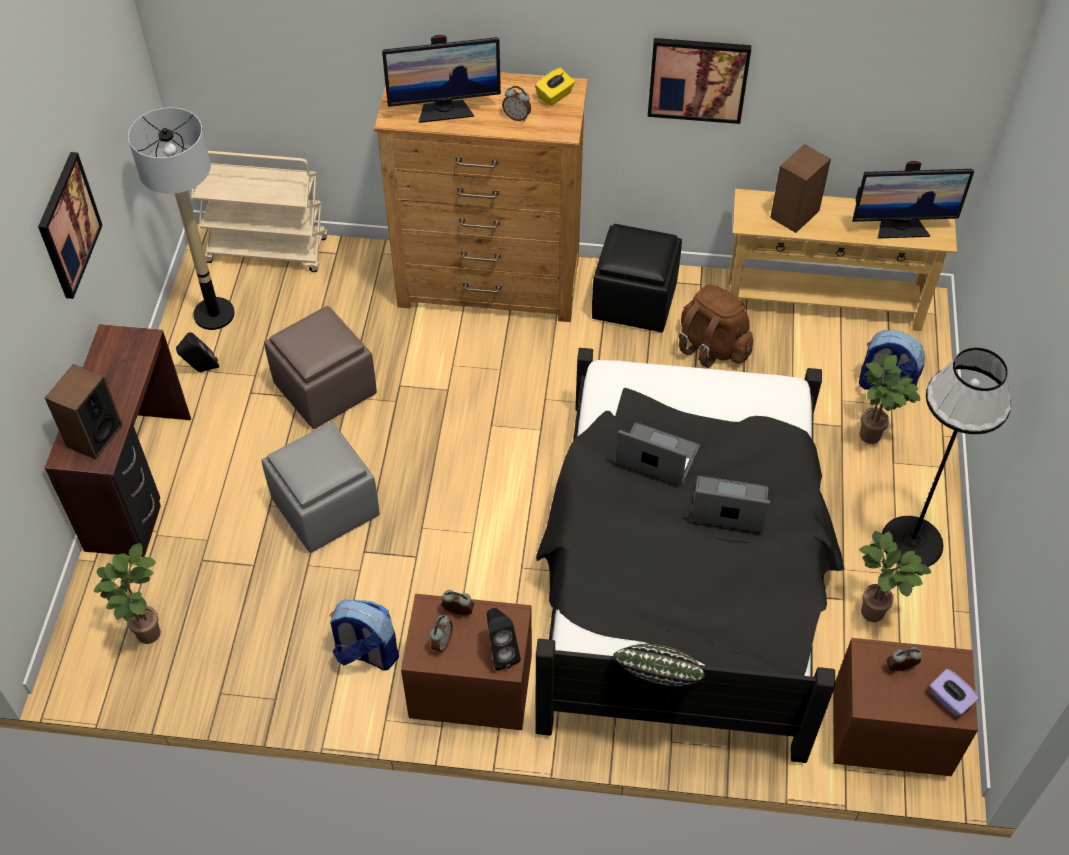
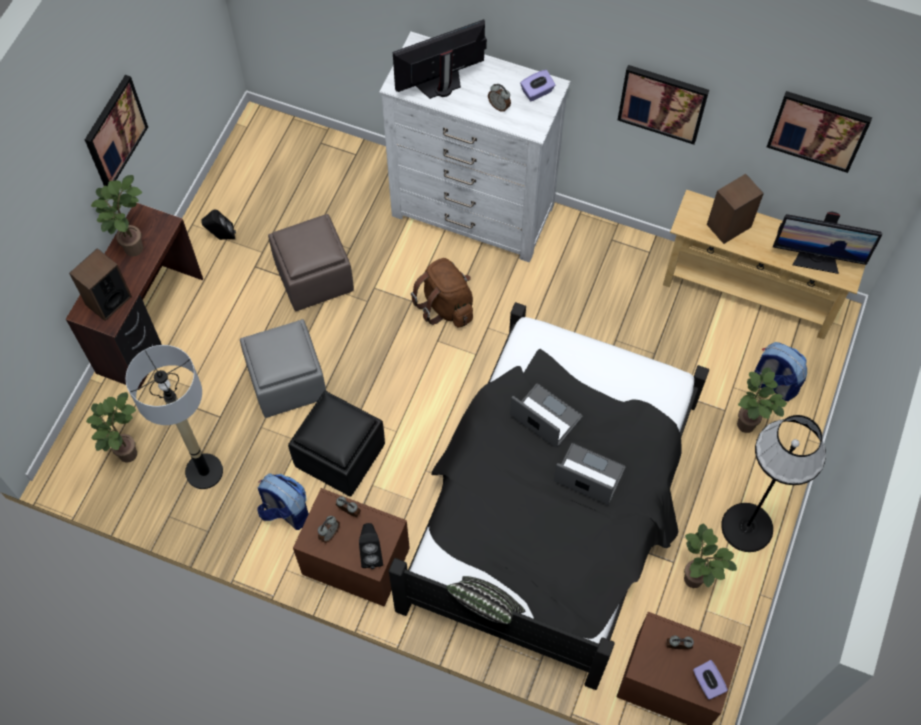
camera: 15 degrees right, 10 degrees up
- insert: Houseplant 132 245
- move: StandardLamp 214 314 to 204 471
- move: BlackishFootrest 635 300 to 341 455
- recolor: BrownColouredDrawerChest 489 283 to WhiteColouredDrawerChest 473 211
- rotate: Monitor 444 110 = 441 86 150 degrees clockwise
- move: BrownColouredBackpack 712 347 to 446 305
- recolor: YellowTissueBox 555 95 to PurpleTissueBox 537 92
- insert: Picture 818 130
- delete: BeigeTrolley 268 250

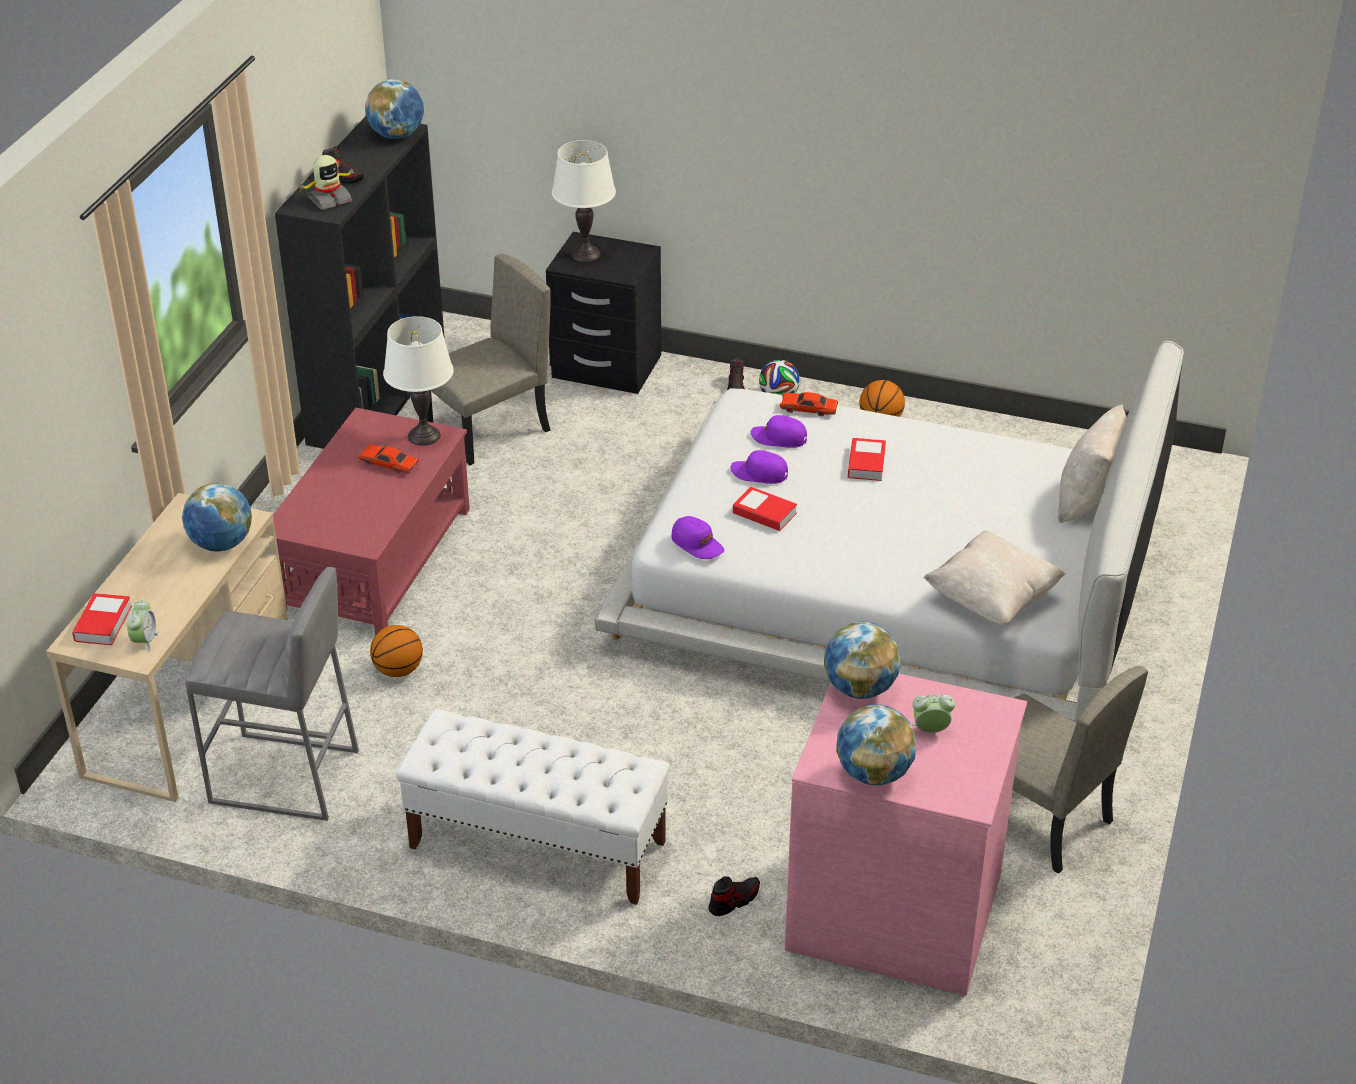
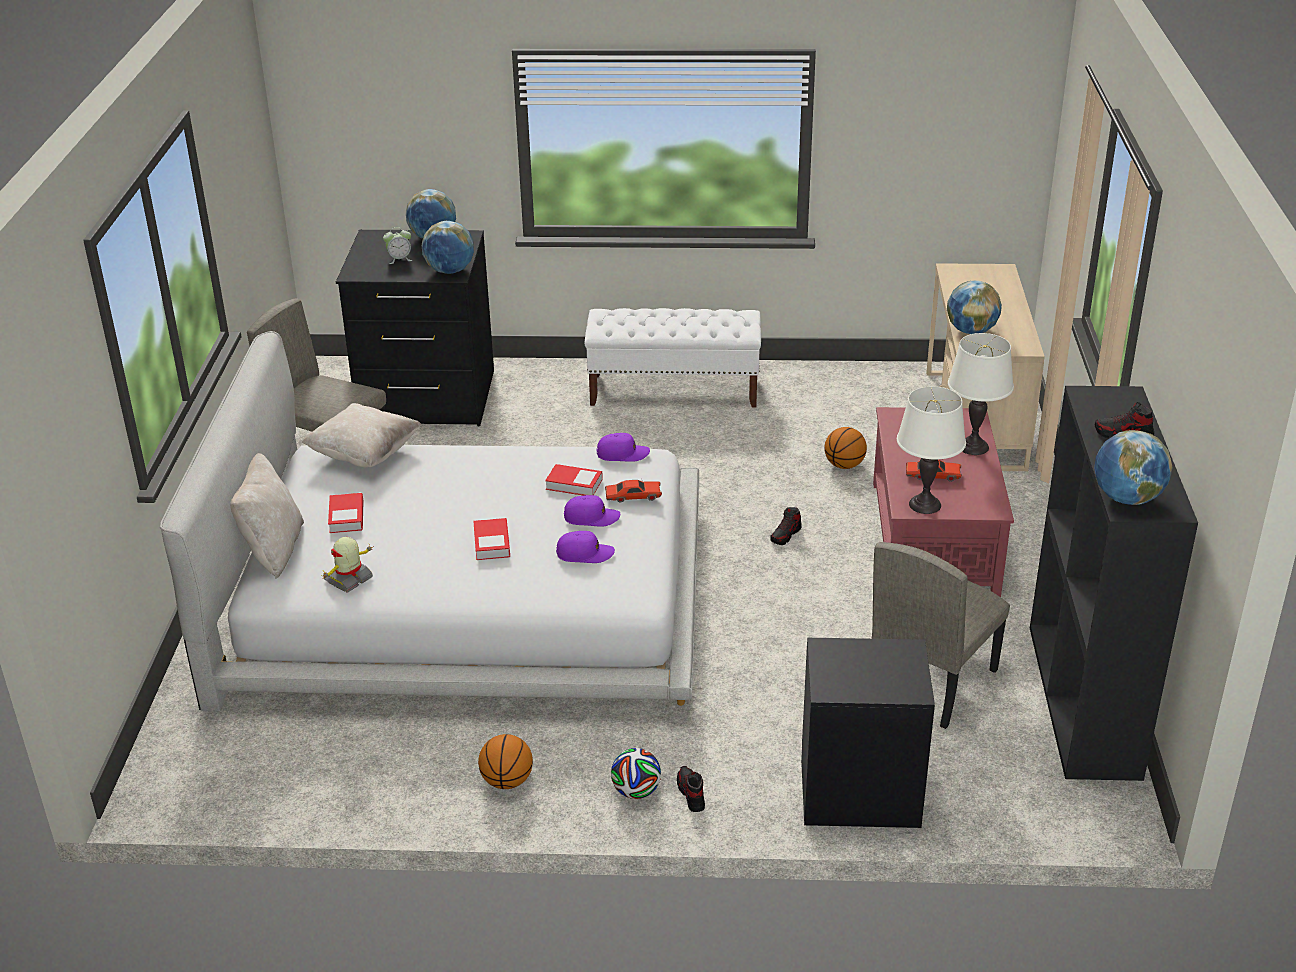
camera: 165 degrees right, 5 degrees down
- move: RobotFigure 329 199 to 349 579
- move: Volume 103 624 to 346 517
- recolor: PinkColouredDrawerChest 895 908 to BlackishDrawerChest 426 398
- rotate: PurplePeakedCap 697 544 = 622 454 150 degrees clockwise
- move: RedColouredMiniatureCar 808 409 to 633 496
- move: Shoe 734 900 to 785 535
- move: WhiteColouredTableLamp 585 254 to 973 447
- delete: TableClock 144 641
- delete: GreyishSittingStool 285 777

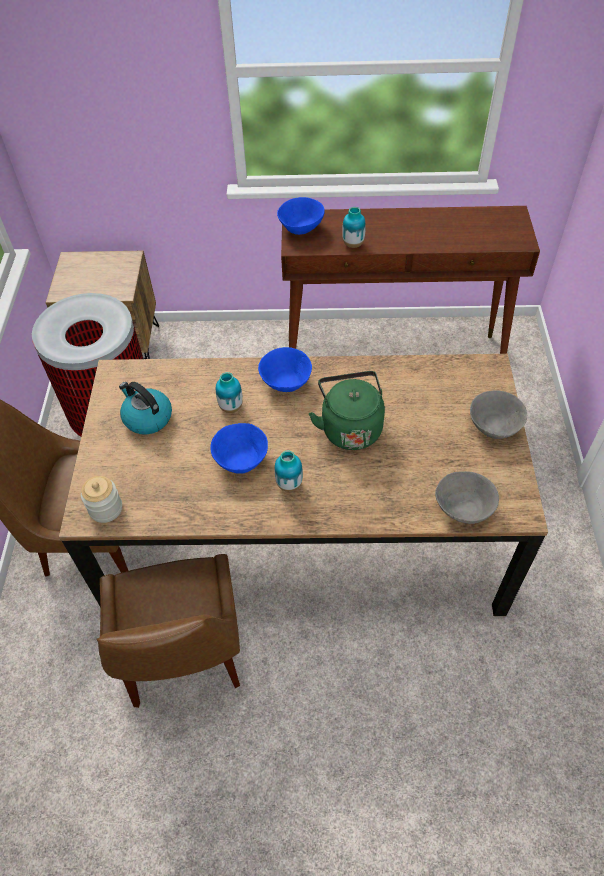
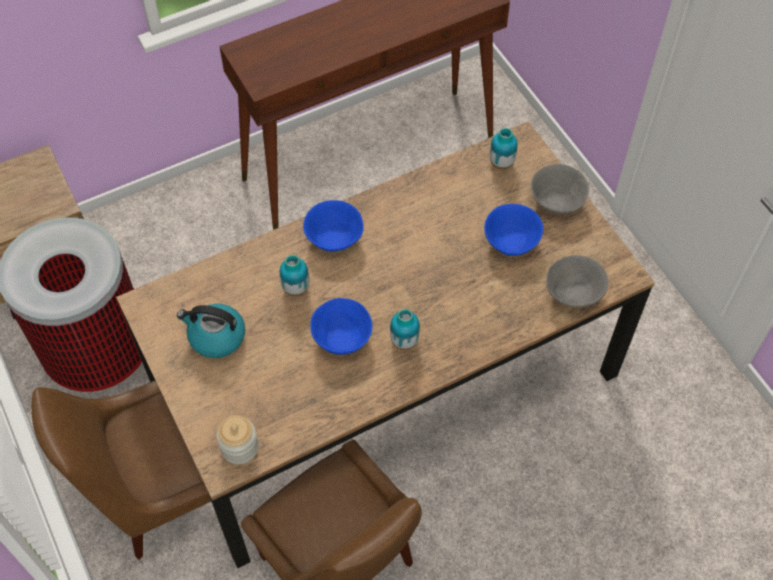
camera: 30 degrees left, 5 degrees up
- move: BlueColouredServingBowl 301 227 to 510 241
- move: Vase 353 244 to 501 163
- delete: GreenishWaterKettle 350 427

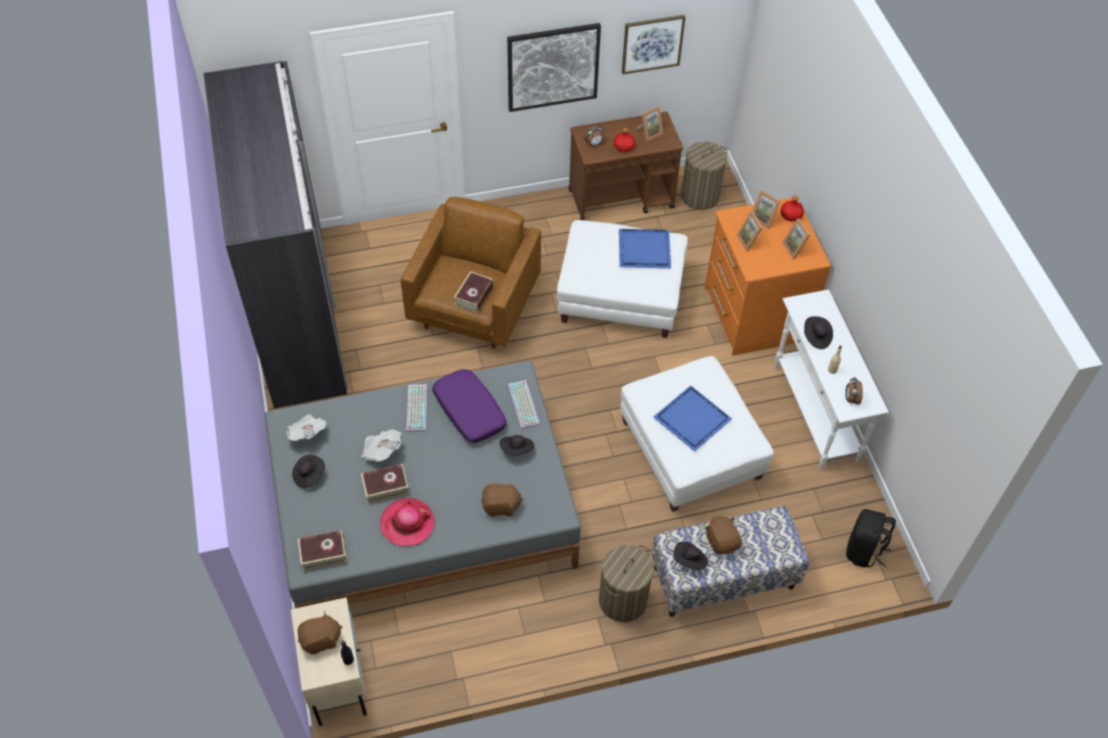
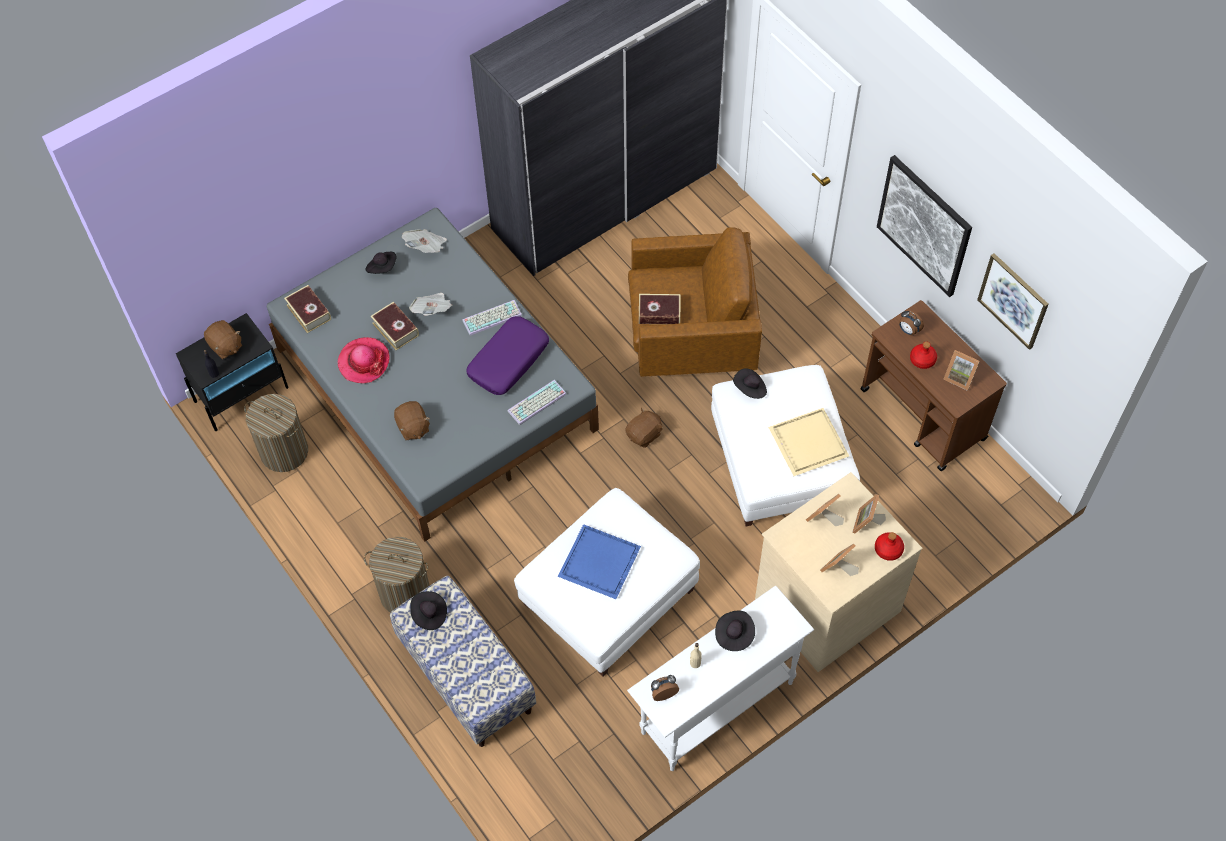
camera: 70 degrees right, 5 degrees up
- recolor: BeigeNightstand 336 677 to BlackishNightstand 242 394
- move: Hamper 700 196 to 284 451
- move: BrownColouredSoftToy 722 541 to 644 435
- move: BlackishHat 517 449 to 750 389
- recolor: OrangeDrawerChest 753 314 to BeigeDrawerChest 826 603
- recolor: BlueColouredServingTray 643 250 to BeigeServingTray 806 442
- delete: BlackishBackpack 864 551

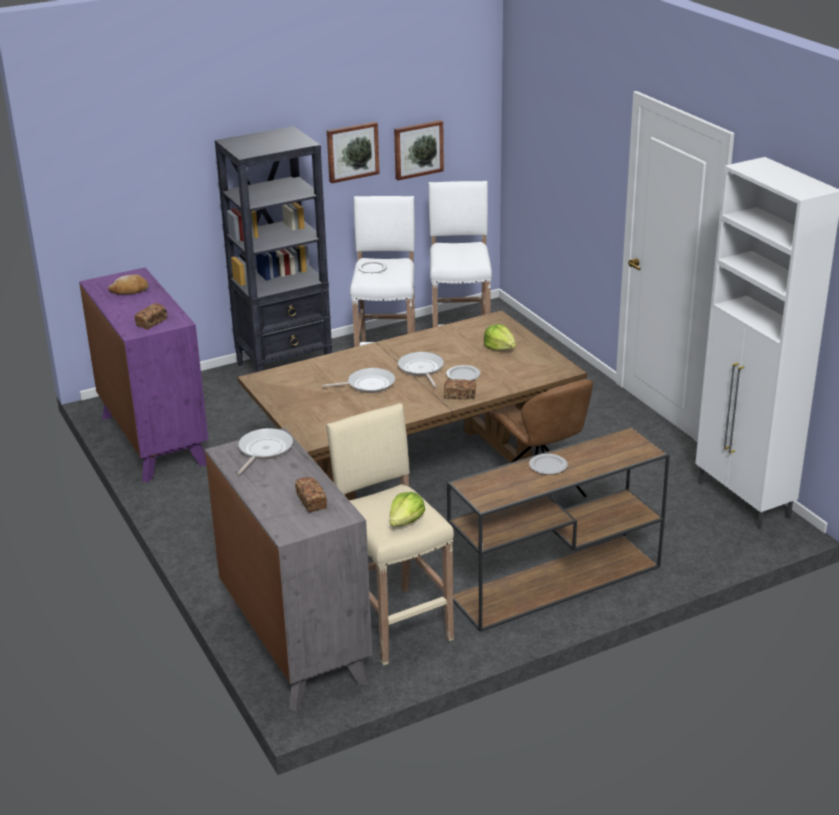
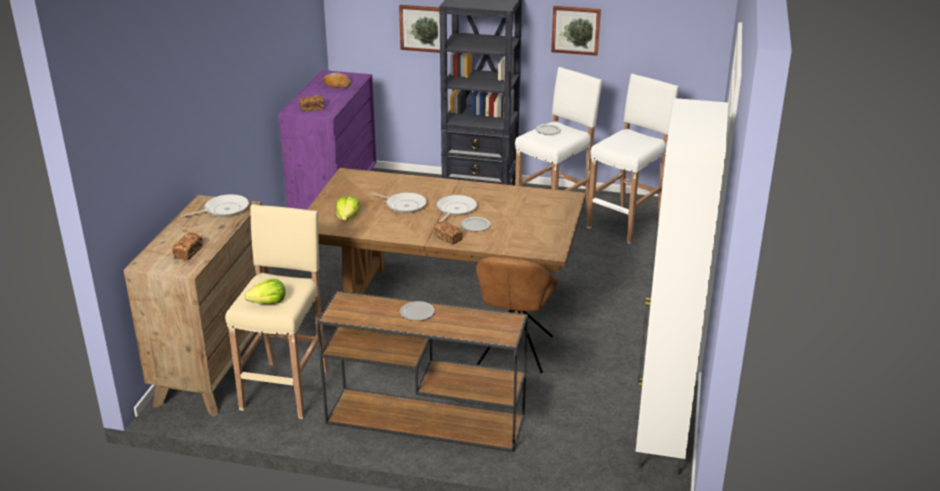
camera: 40 degrees right, 0 degrees up
- recolor: GreyishDrawerChest 294 643 to BrownColouredDrawerChest 215 367
- move: HeadOfLettuce 500 348 to 348 218
- move: Picture 418 149 to 422 28

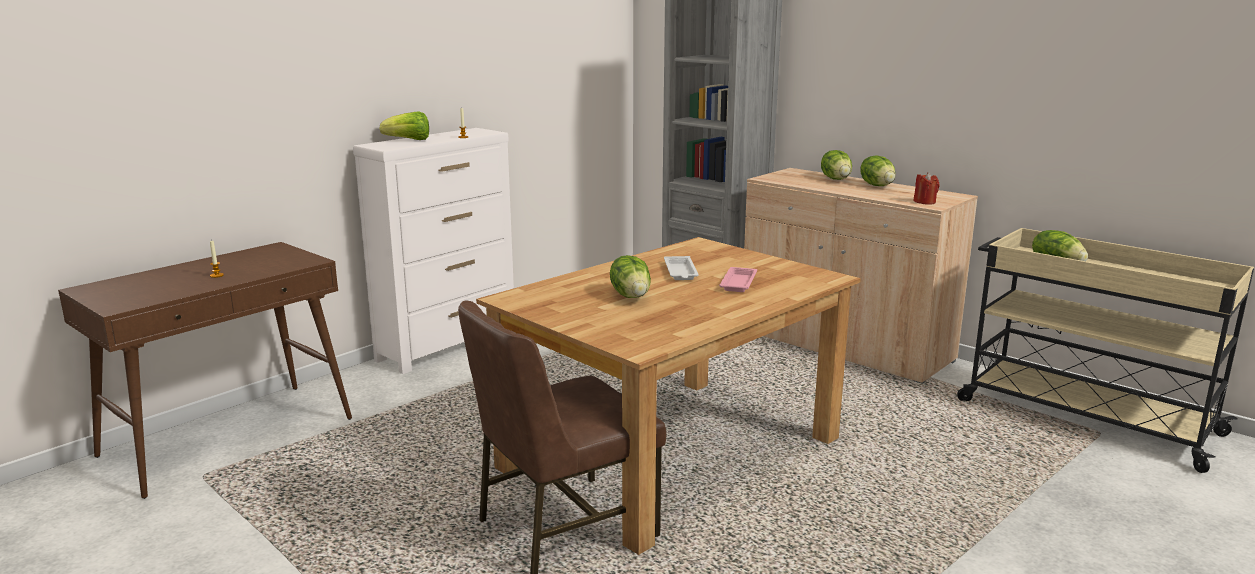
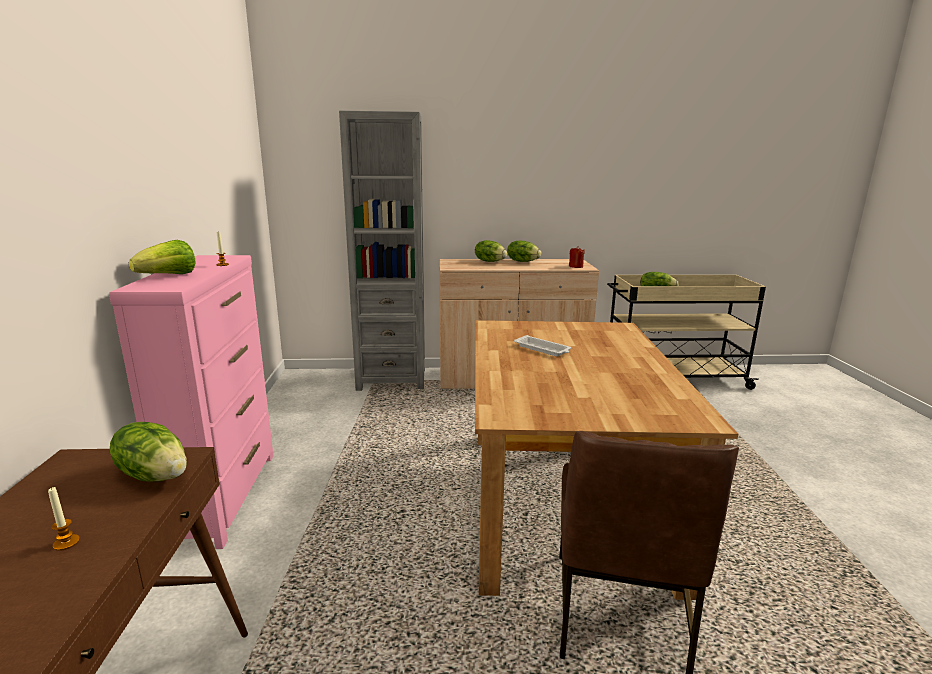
camera: 45 degrees left, 0 degrees up
- recolor: WhiteColouredDrawerChest 448 346 to PinkColouredDrawerChest 226 495
- move: HeadOfLettuce 632 295 to 155 474
- delete: PinkColouredServingTray 738 283

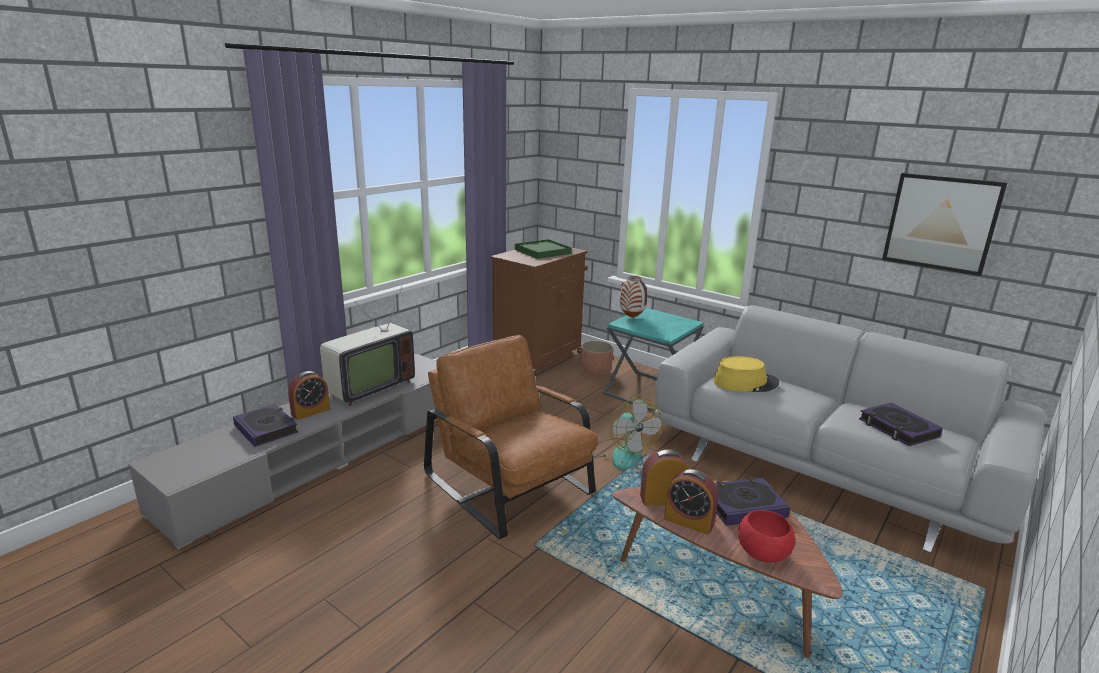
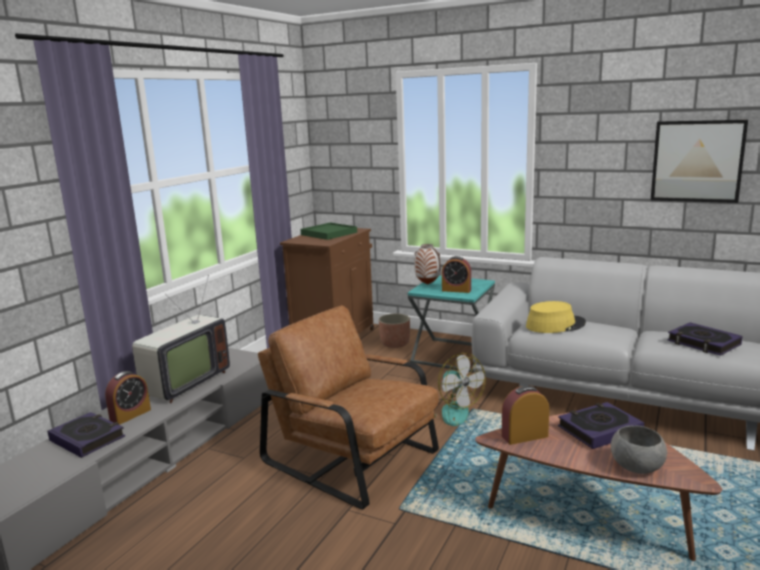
camera: 10 degrees left, 5 degrees down
- move: TableClock 689 521 to 456 290
- recolor: RedColouredServingBowl 763 553 to GreyishServingBowl 636 466

